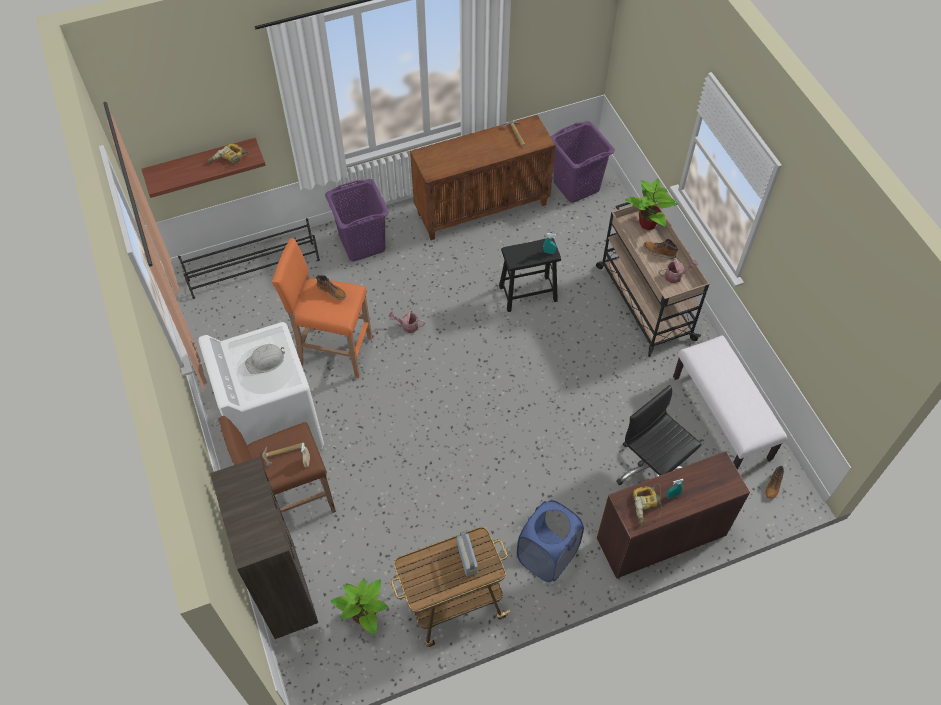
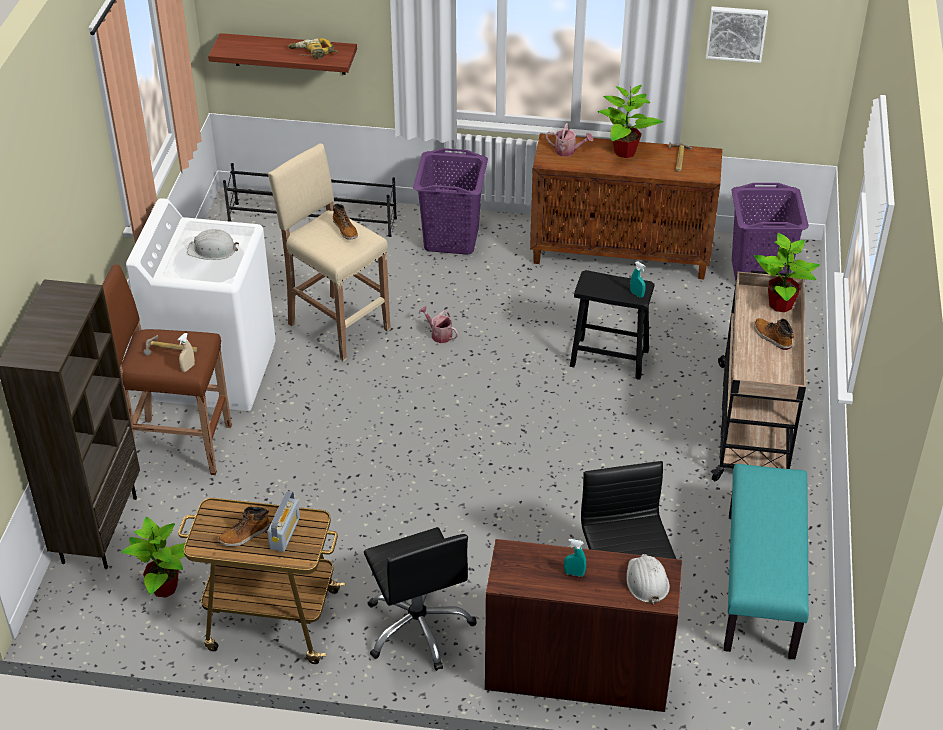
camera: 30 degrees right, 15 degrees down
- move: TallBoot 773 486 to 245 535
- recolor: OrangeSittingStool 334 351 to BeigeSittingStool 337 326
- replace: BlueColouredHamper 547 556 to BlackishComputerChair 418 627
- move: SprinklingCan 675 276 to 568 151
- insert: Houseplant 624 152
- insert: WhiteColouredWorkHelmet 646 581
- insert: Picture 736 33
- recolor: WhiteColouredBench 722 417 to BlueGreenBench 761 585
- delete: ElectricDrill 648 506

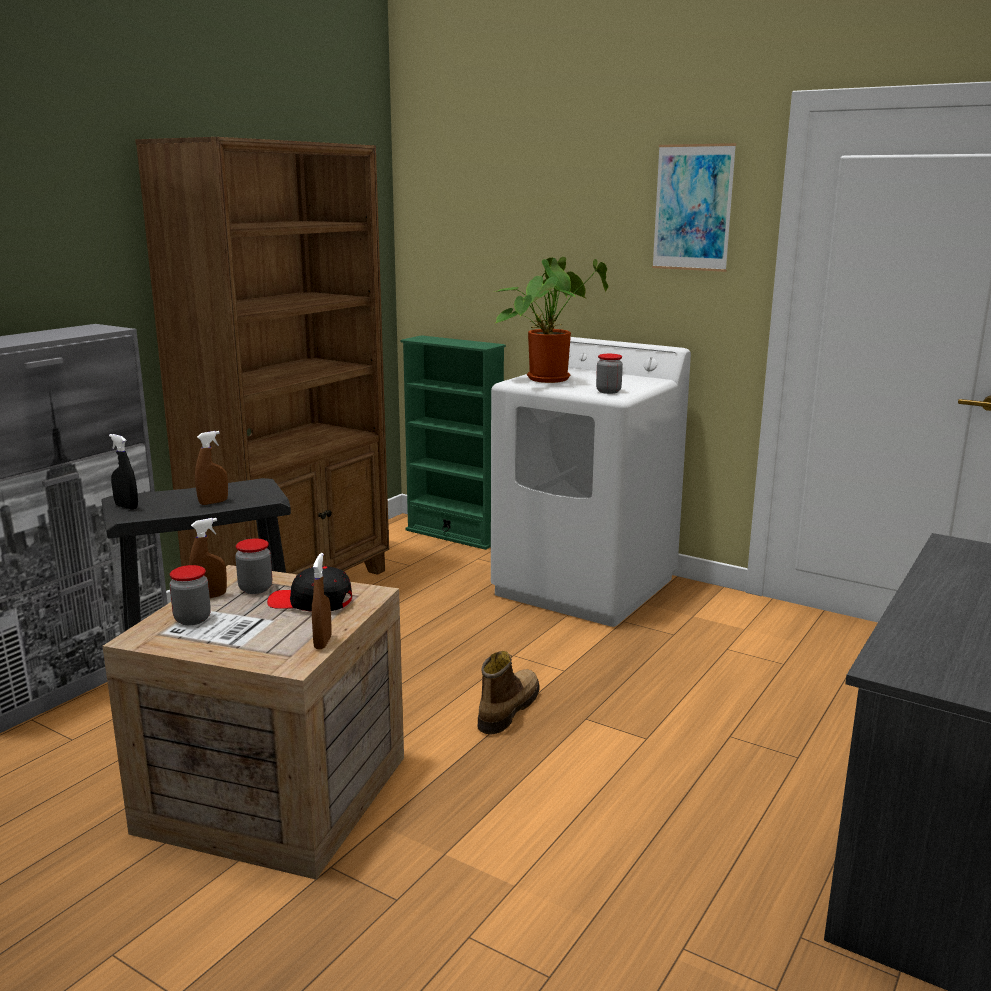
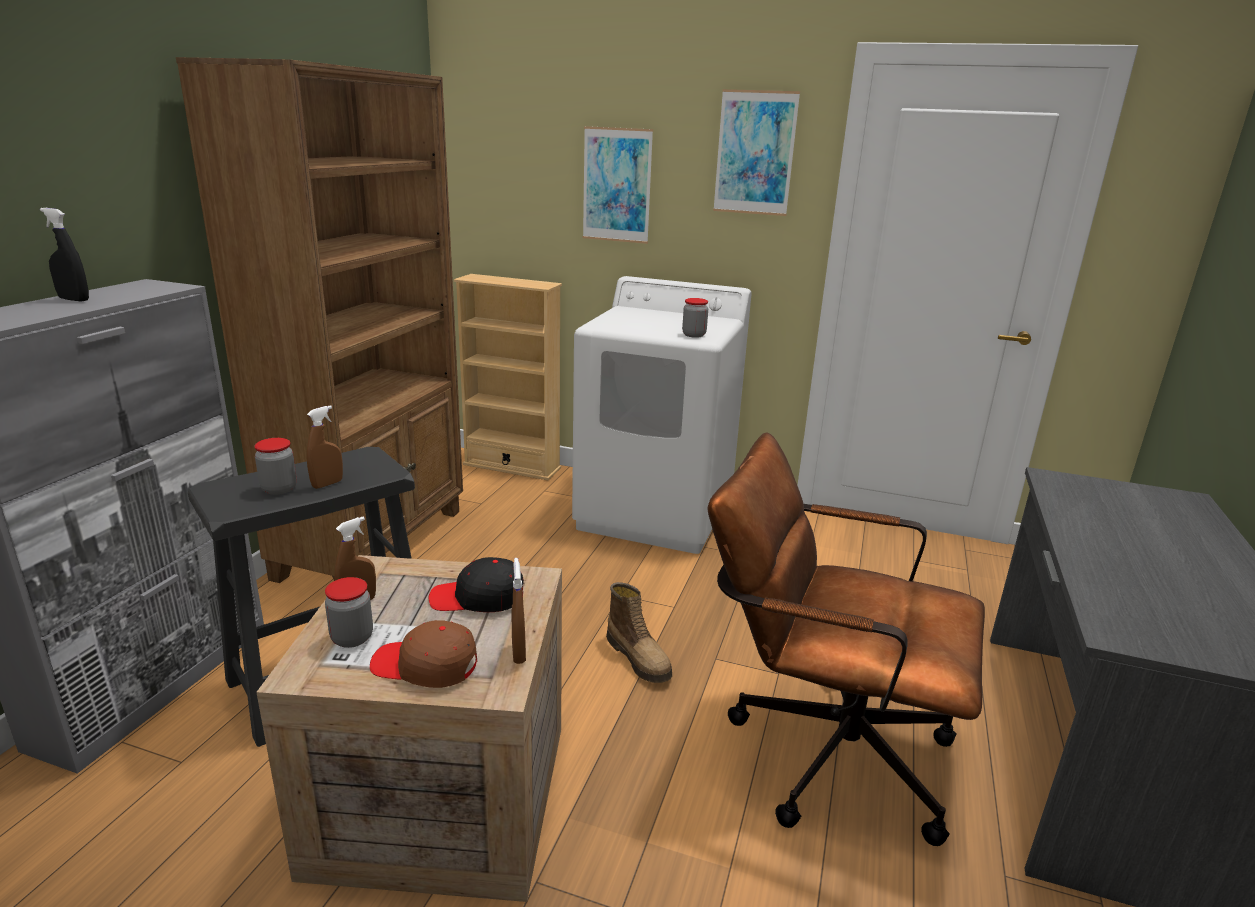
camera: 15 degrees left, 5 degrees up
- move: BlackishHandSprayer 126 507 to 74 299
- move: StorageJar 255 589 to 279 489
- insert: BrownColouredPeakedCap 425 666
- recolor: GreenishBookshelf 454 535 to BeigeBookshelf 512 466
- insert: Picture 617 185
- rotate: TallBoot 507 710 = 639 658 135 degrees clockwise
- insert: BrownColouredComputerChair 821 748
- delete: Houseplant 548 378

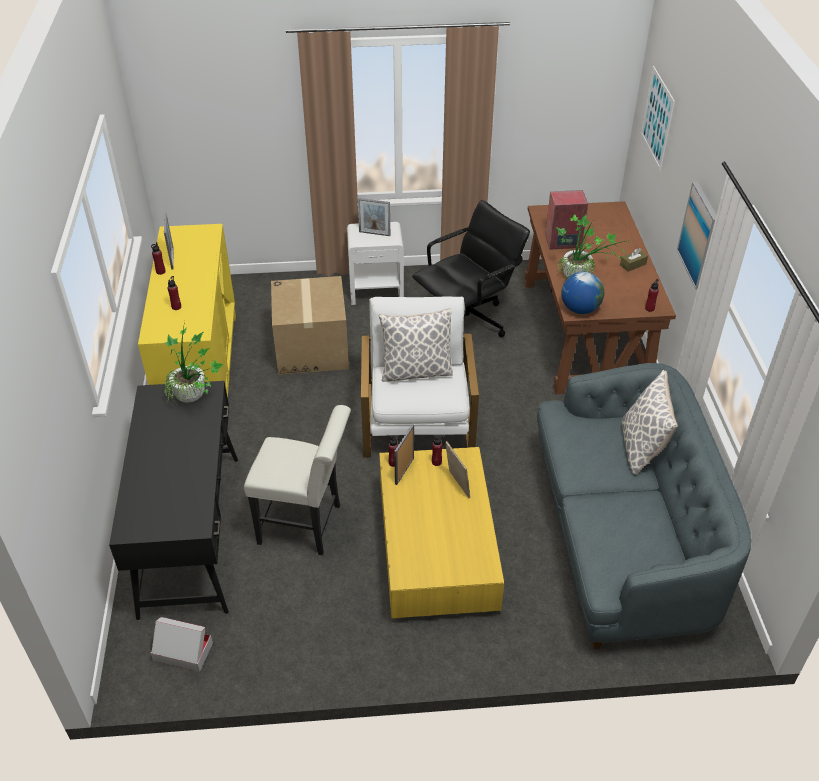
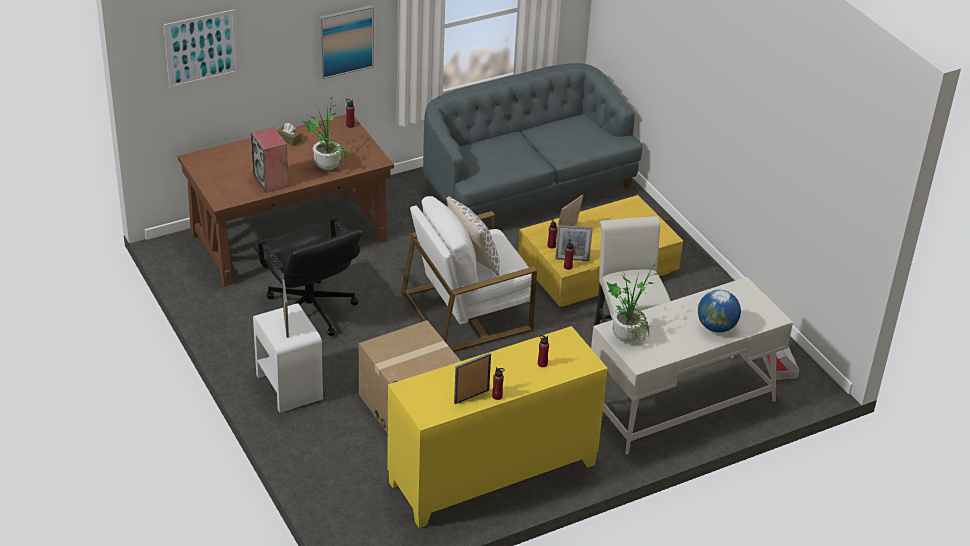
camera: 115 degrees left, 5 degrees down
- rotate: BlackishComputerChair 467 321 = 310 311 150 degrees counterclockwise
- recolor: BlackishDeskUnit 191 533 to WhiteColouredDeskUnit 680 403
- move: DeskGlobe 580 309 to 716 327
- delete: ThrowPillow 642 447

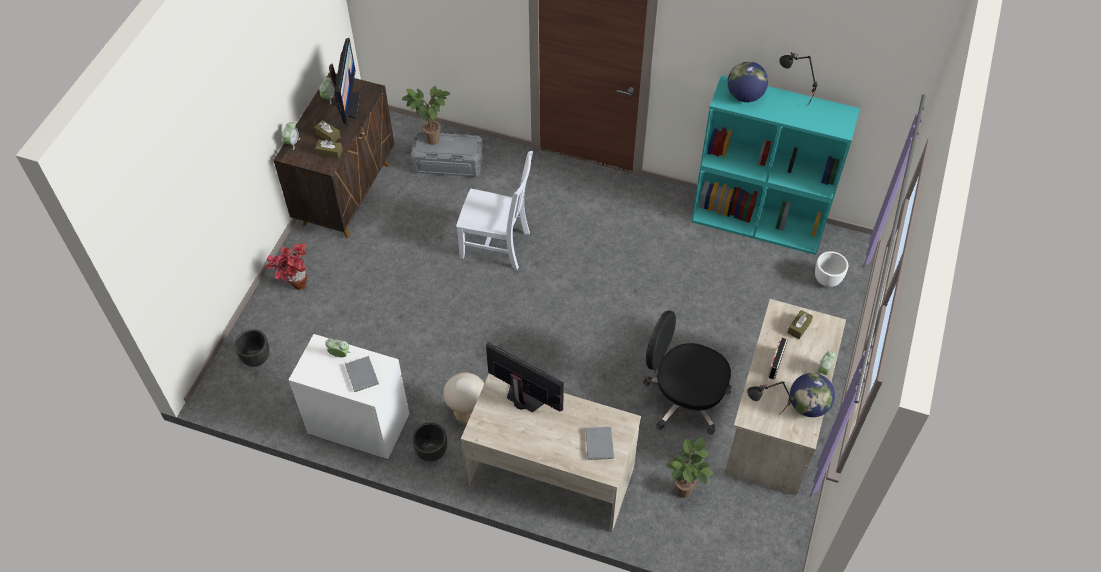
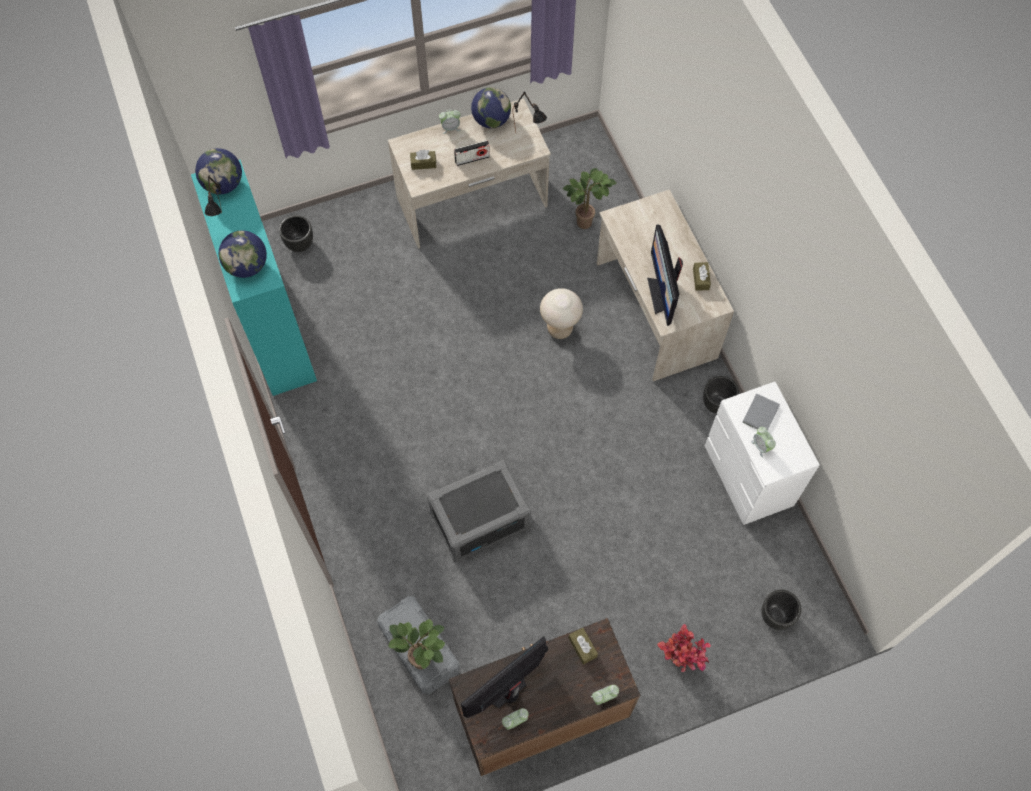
camera: 130 degrees left, 10 degrees up
- insert: DeskGlobe 223 184
- recolor: WhiteColouredPlantPot 827 280 to BlackishPlantPot 299 244
- replace: WhiteColouredPlainChair 497 245 to GreyishStorageContainer 480 519
- move: BeigeSittingStool 467 414 to 559 329
- move: BrownColouredTissueBox 328 135 to 700 279
- delete: GreyishVolume 599 443
- delete: BlackishComputerChair 683 398

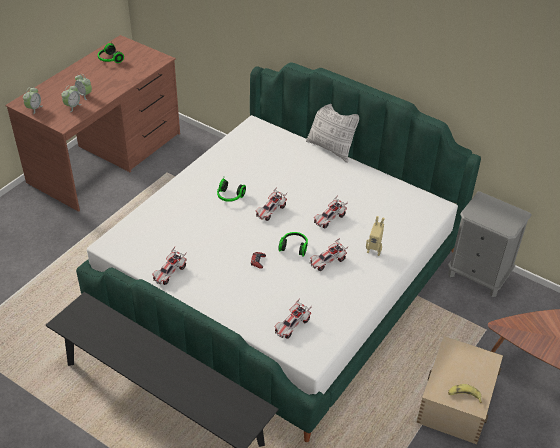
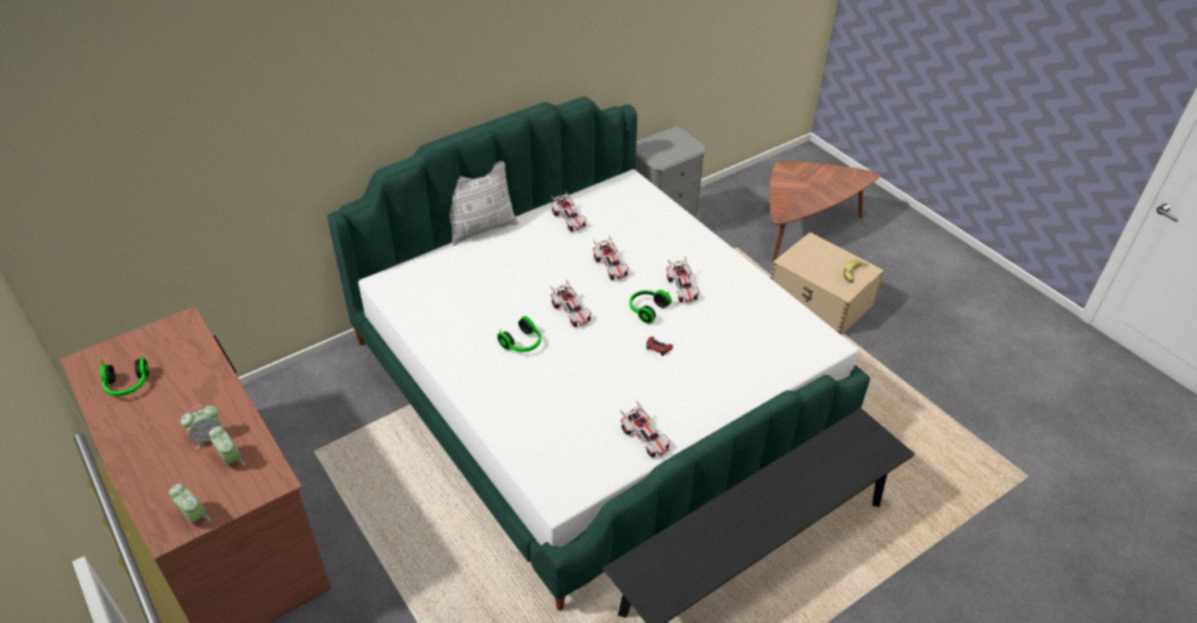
camera: 70 degrees left, 0 degrees up
- move: MiniatureCar 292 326 to 569 220
- delete: RobotFigure 374 250

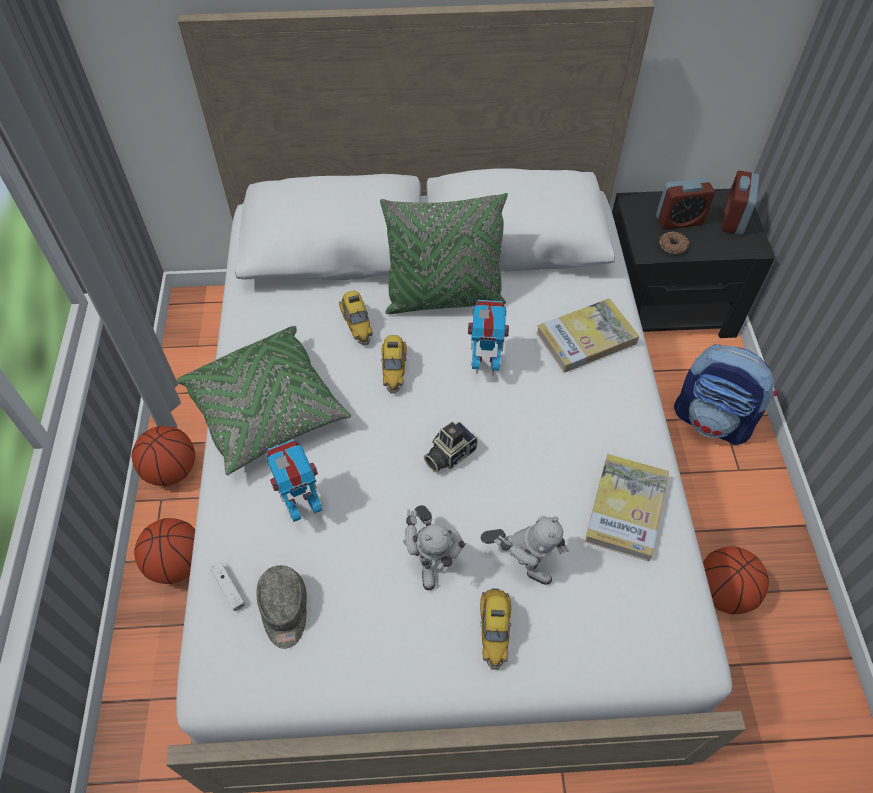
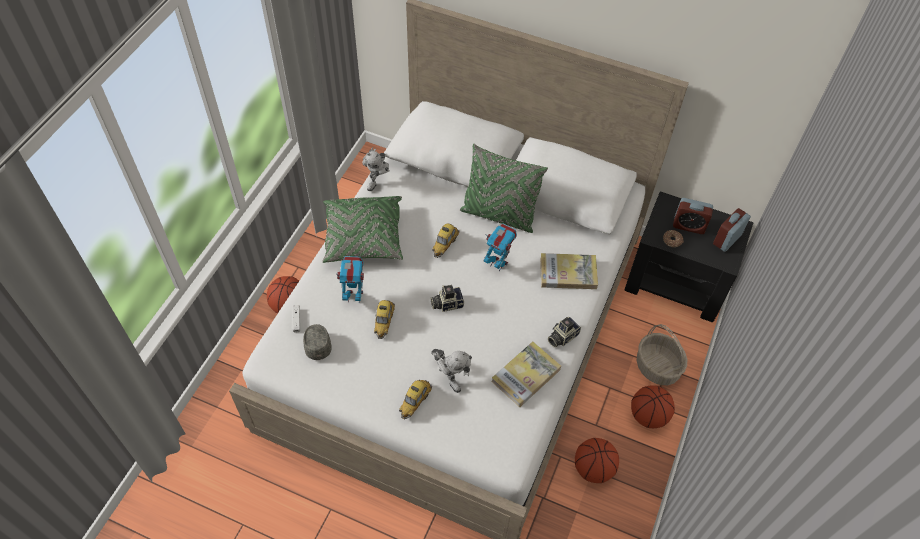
camera: 25 degrees right, 0 degrees up
- rotate: GreyishPeakedCap 284 611 = 317 343 150 degrees clockwise
- move: RobotFigure 431 560 to 378 181
- move: MiniatureCar 357 325 to 384 322
- insert: PhotoCamera 562 337
- move: BallForBasketball 171 471 to 648 416
- replace: Backpack 712 420 to Basket 658 367

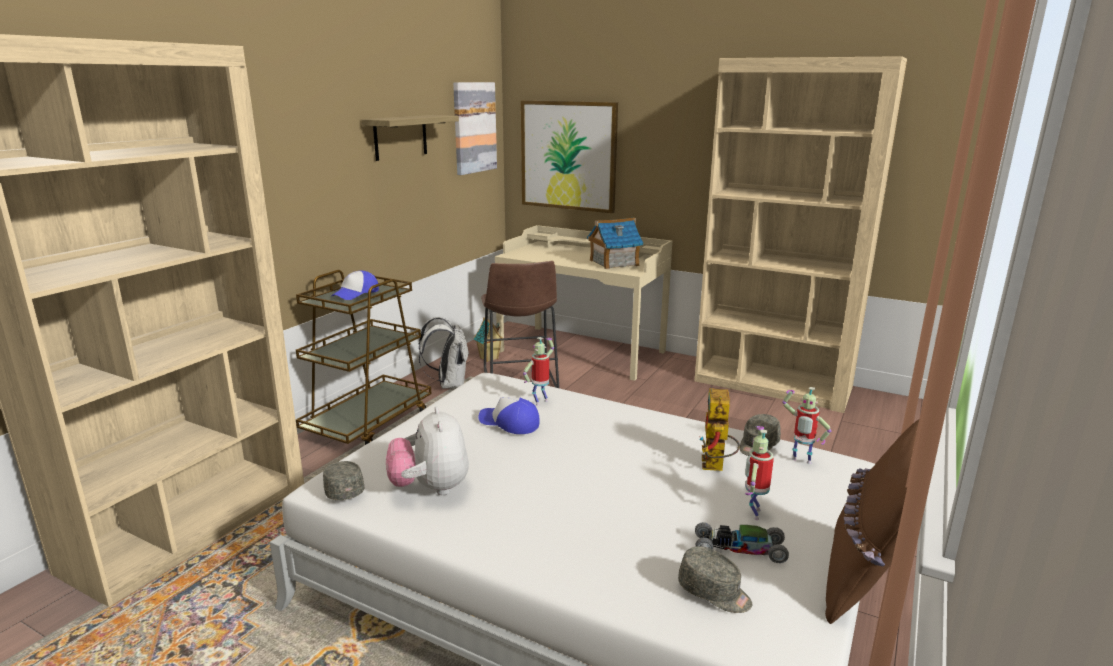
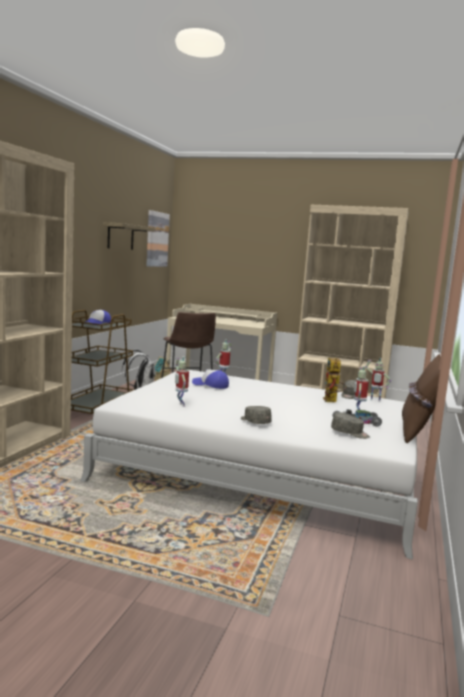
camera: 10 degrees left, 10 degrees down
- replace: SoftToy 430 488 to RobotFigure 180 405
- move: GreyishPeakedCap 343 489 to 254 422
- delete: Picture 568 156
- delete: ToyHouse 613 263

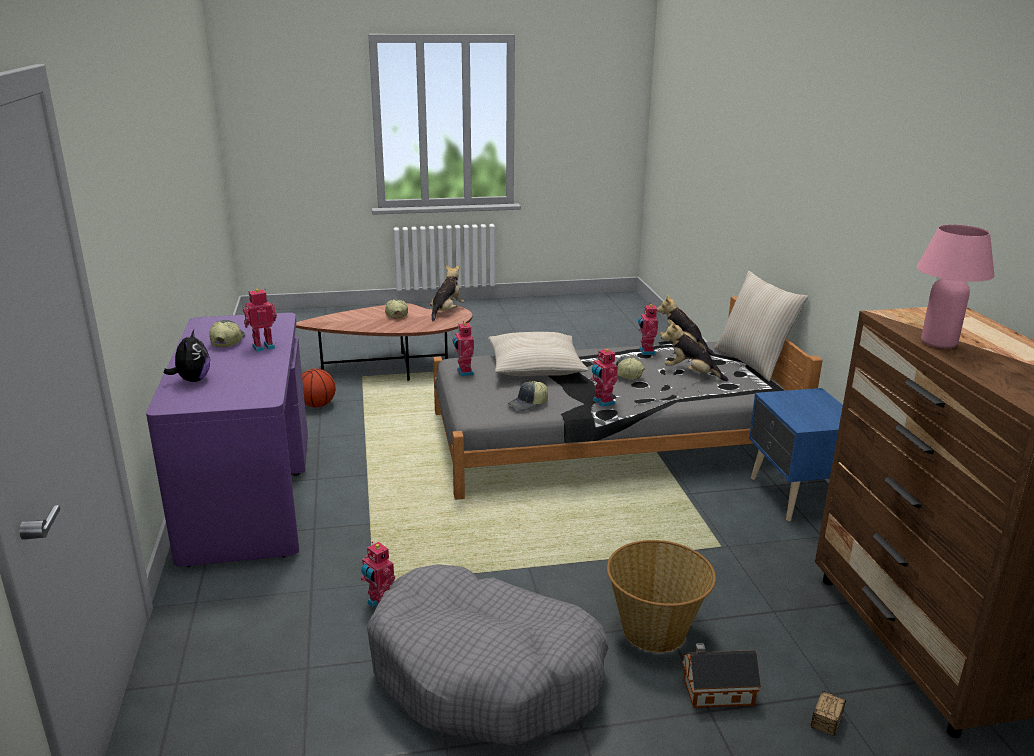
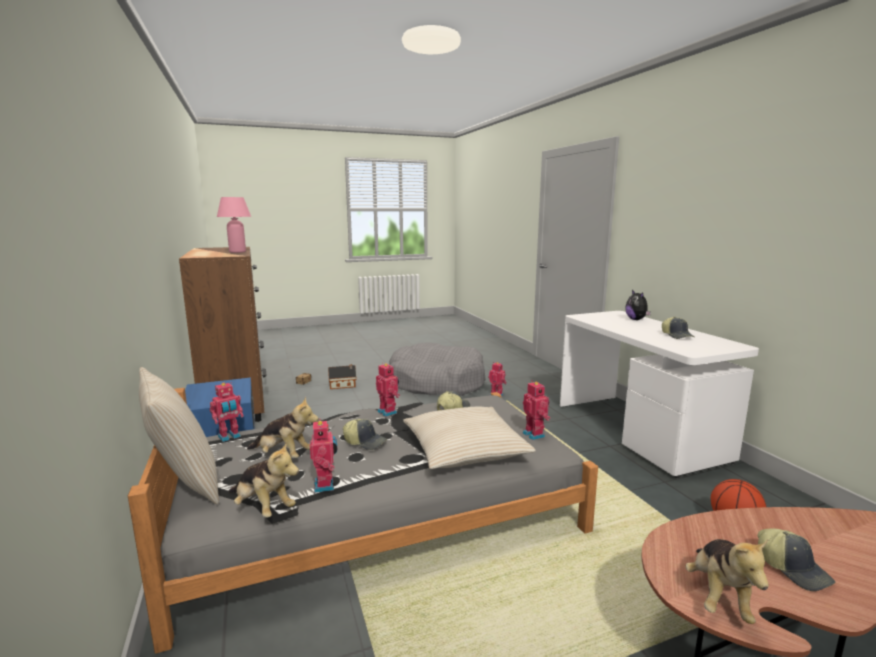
camera: 170 degrees right, 10 degrees down
- move: RobotFigure 263 347 to 229 437
- recolor: PurpleDeskUnit 248 494 to WhiteColouredDeskUnit 639 432
- delete: Basket 655 631

